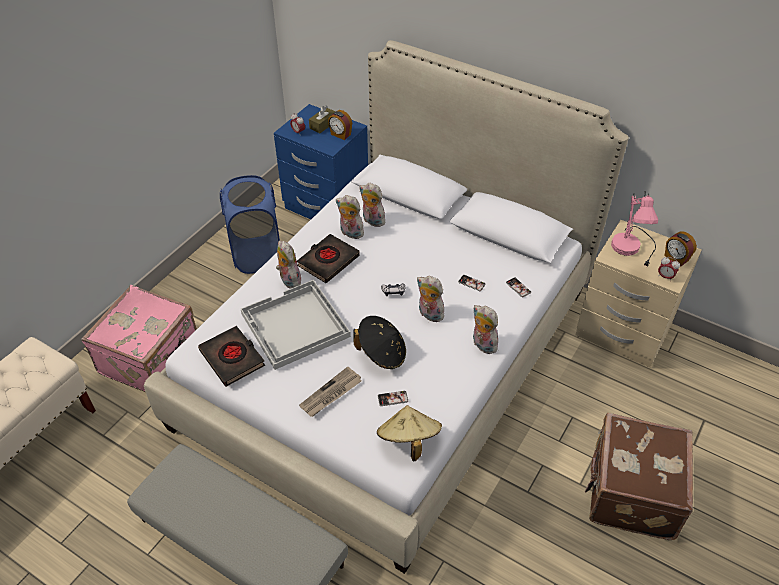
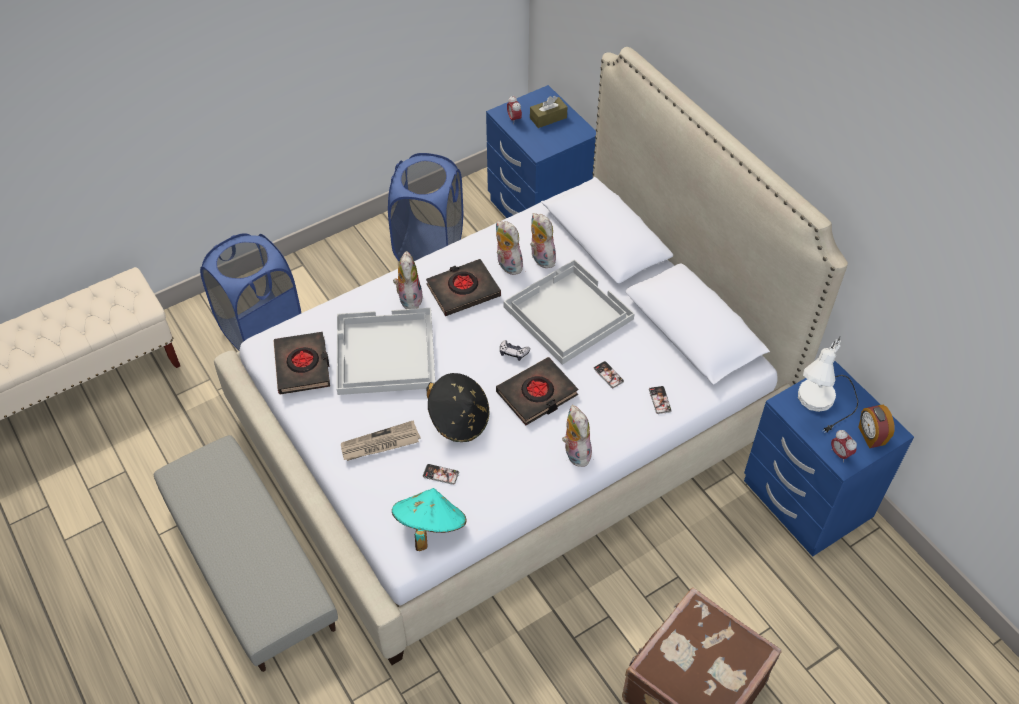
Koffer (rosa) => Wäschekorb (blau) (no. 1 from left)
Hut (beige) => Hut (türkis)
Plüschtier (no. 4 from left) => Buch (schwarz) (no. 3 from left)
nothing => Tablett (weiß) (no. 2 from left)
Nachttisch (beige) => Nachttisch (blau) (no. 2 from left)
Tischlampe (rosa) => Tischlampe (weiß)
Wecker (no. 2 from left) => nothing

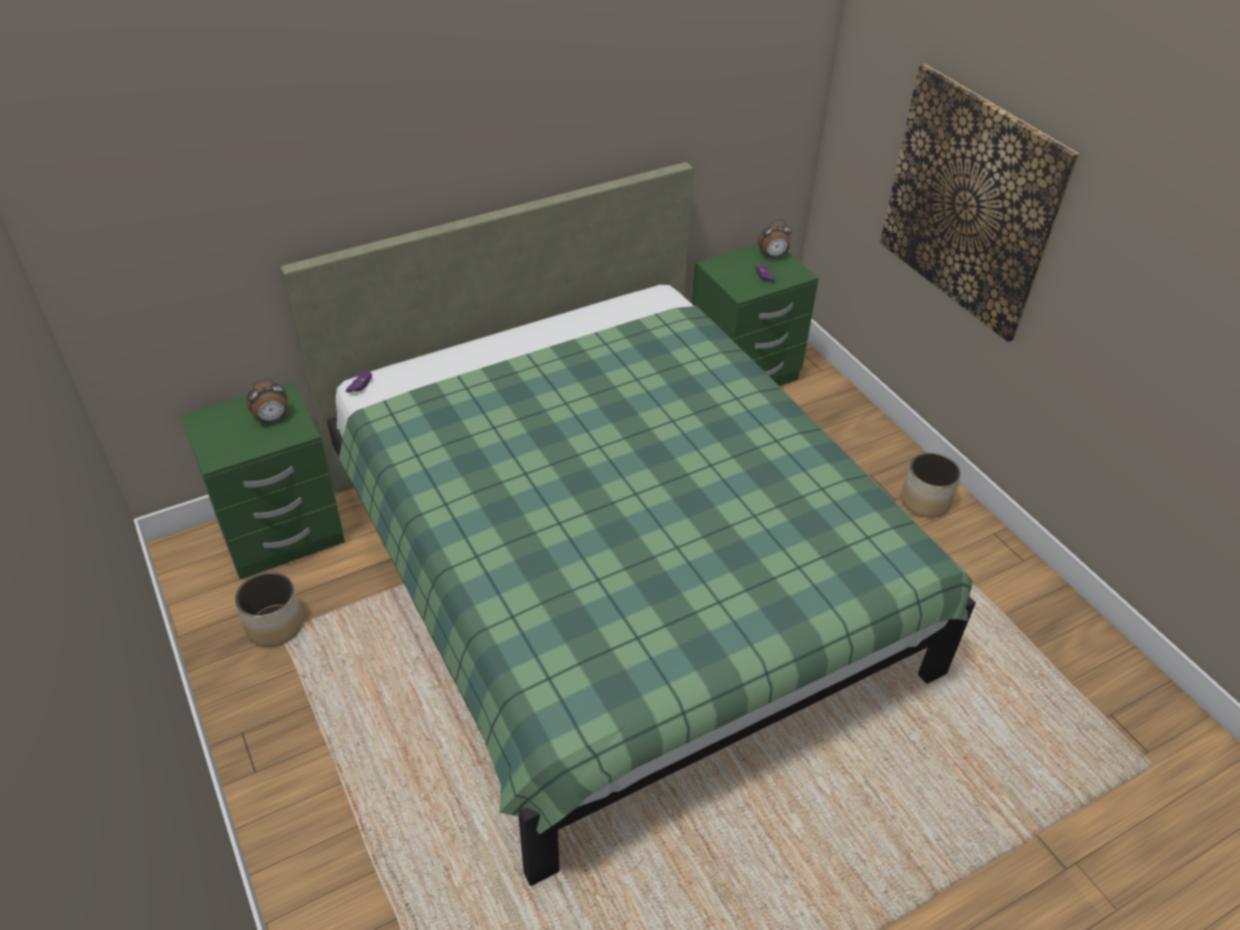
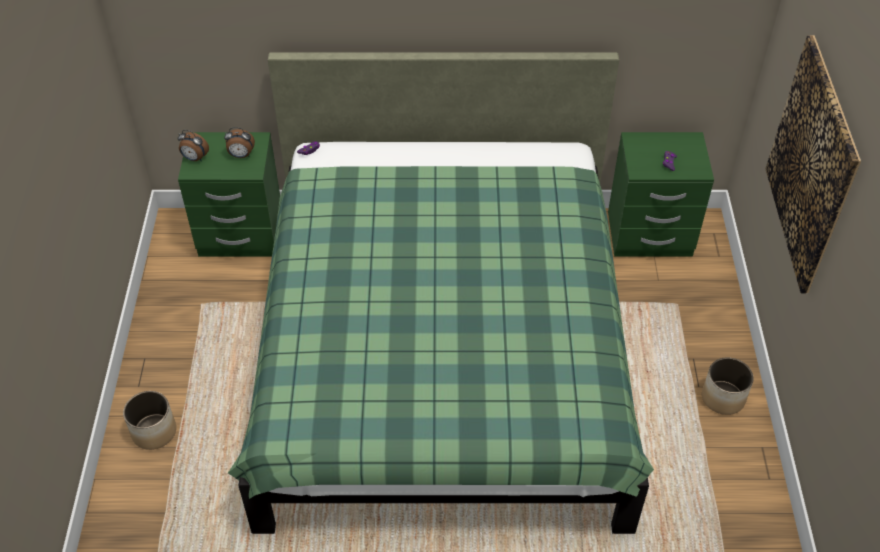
Pflanzkübel (no. 1 from left), relocated
Wecker (no. 2 from left in the first image) => Wecker (no. 1 from left), relocated

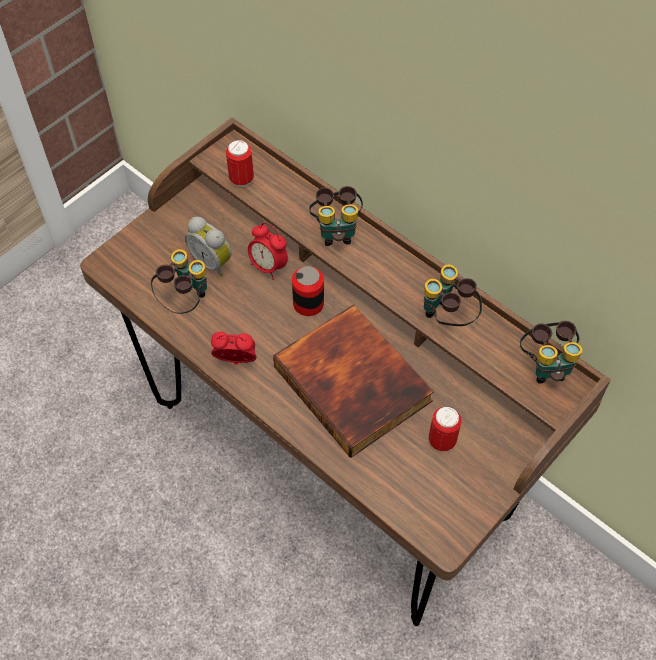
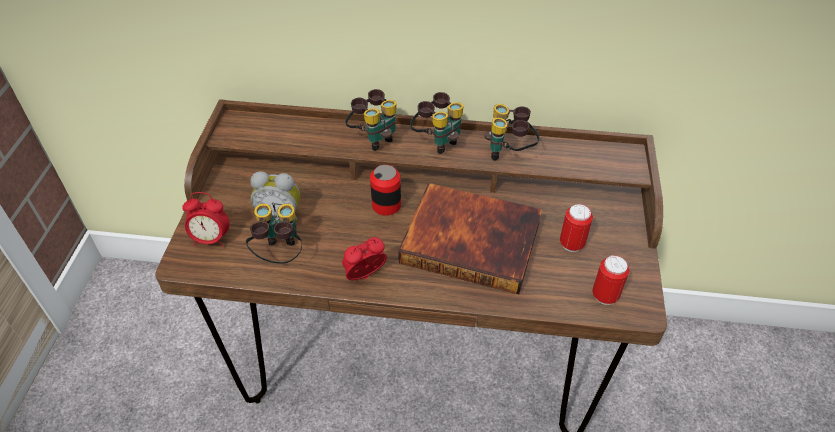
Wecker (no. 3 from left in the first image) => Wecker (no. 1 from left), relocated
Fernglas (no. 4 from left in the first image) => Fernglas (no. 3 from left), relocated
Dose (no. 1 from left in the first image) => Dose (no. 3 from left), relocated

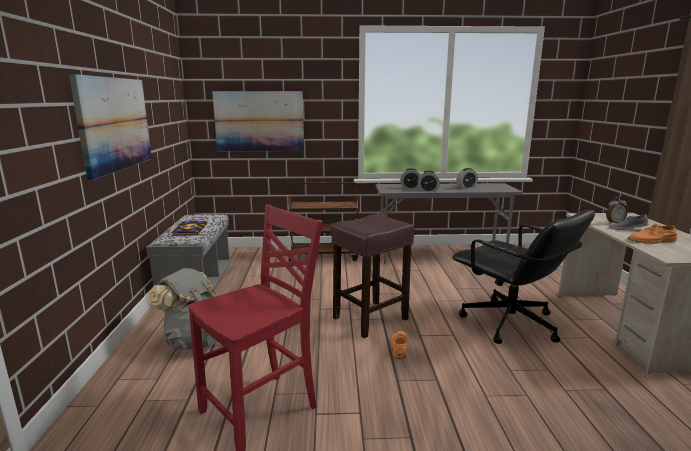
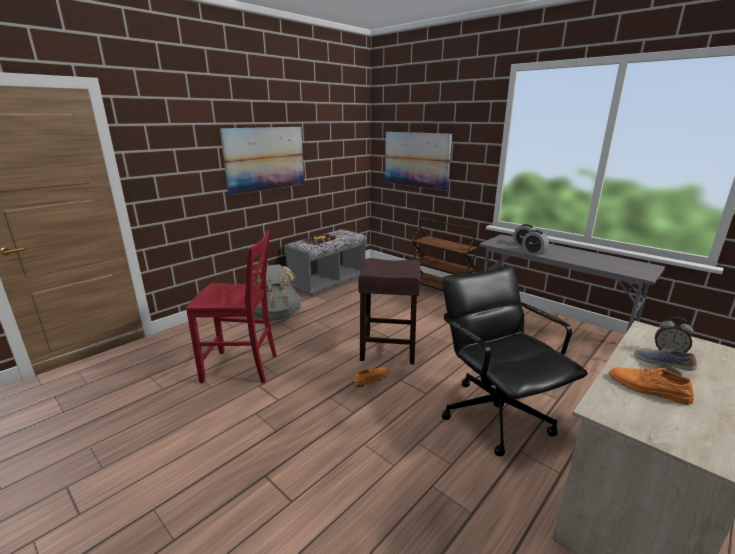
Bürostuhl (schwarz), 150 degrees clockwise
Wecker (no. 3 from left) => nothing

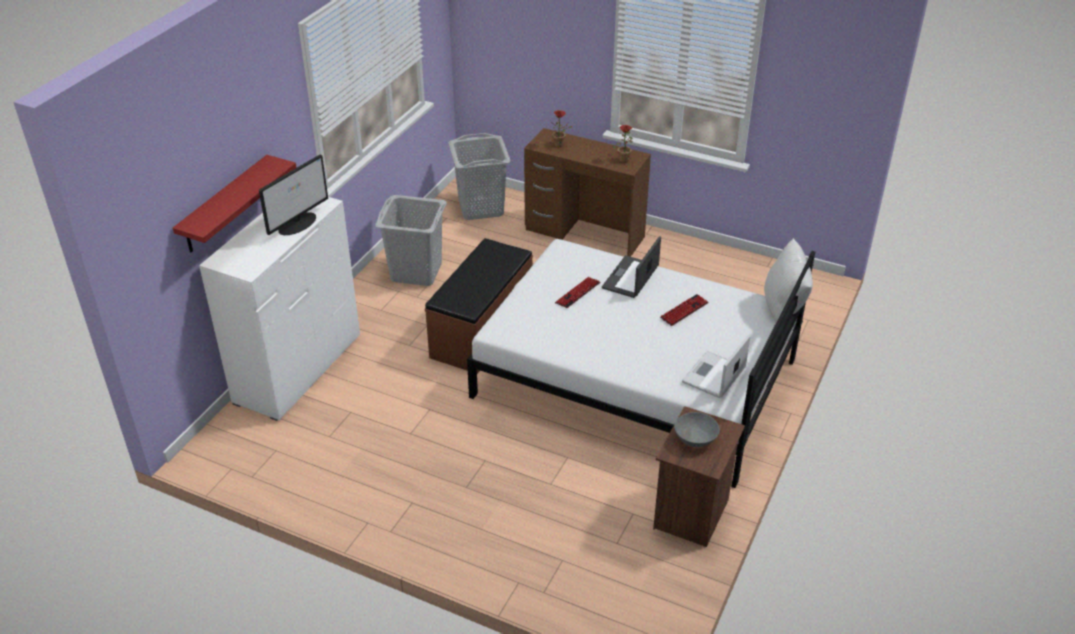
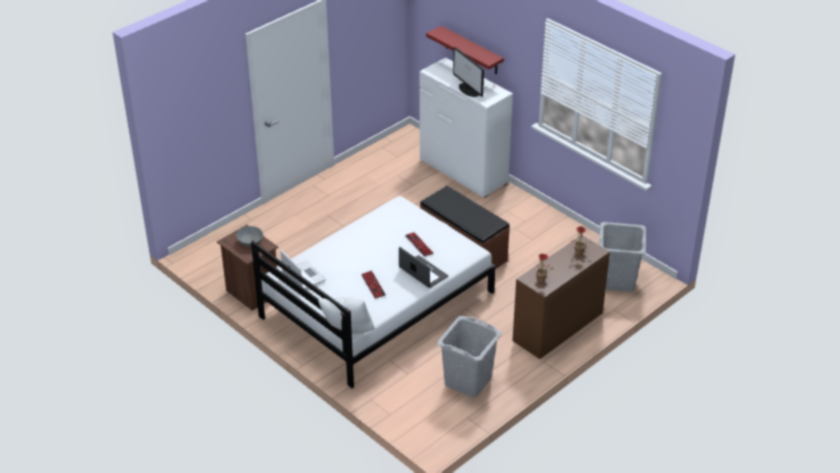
Wäschekorb (grau) (no. 1 from left), relocated

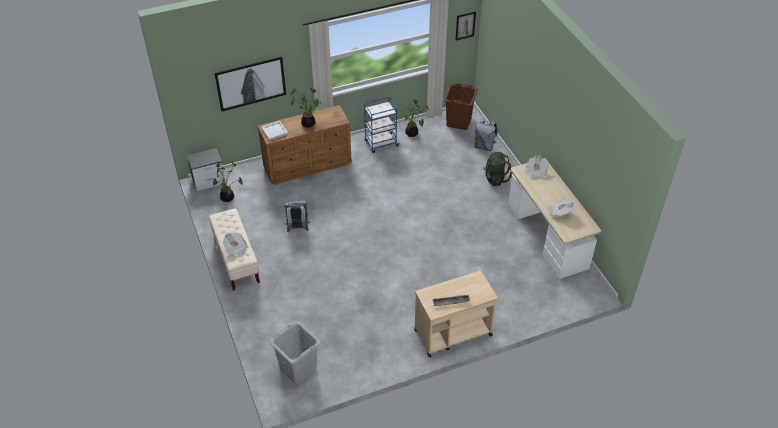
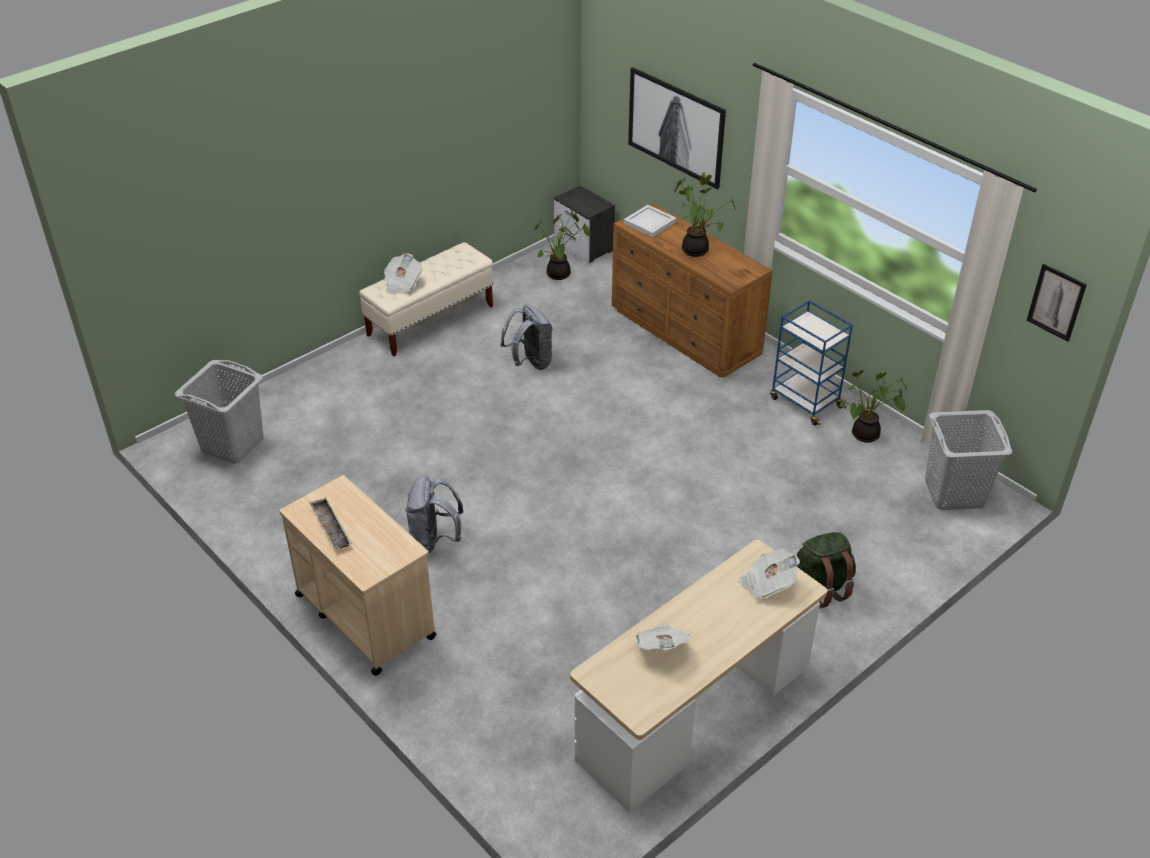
Rucksack (grau) (no. 2 from left in the first image) => Rucksack (grau) (no. 1 from left), relocated
Wäschekorb (braun) => Wäschekorb (grau) (no. 2 from left)

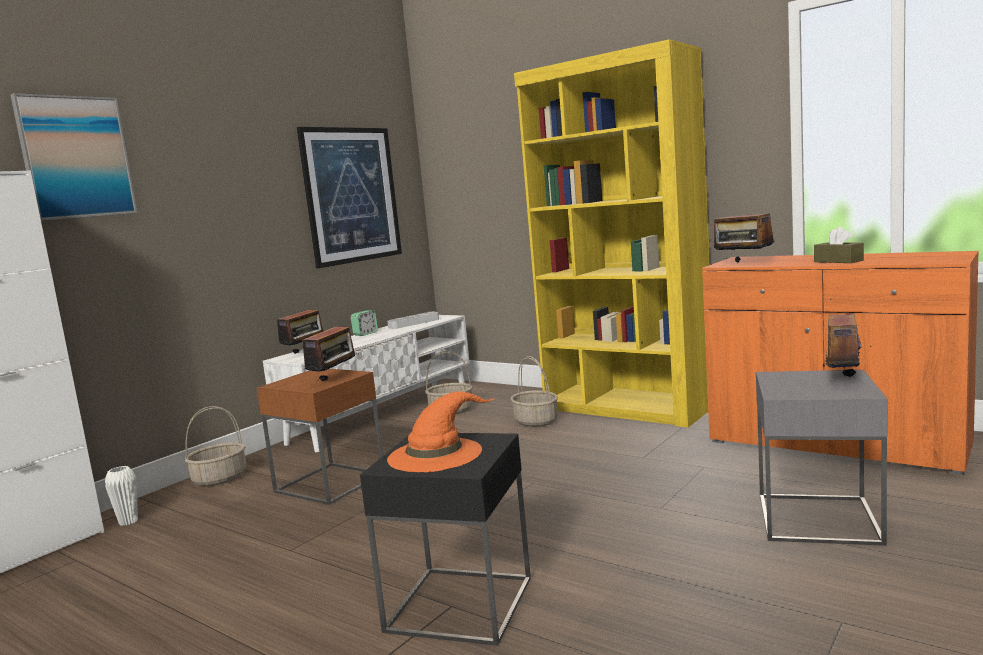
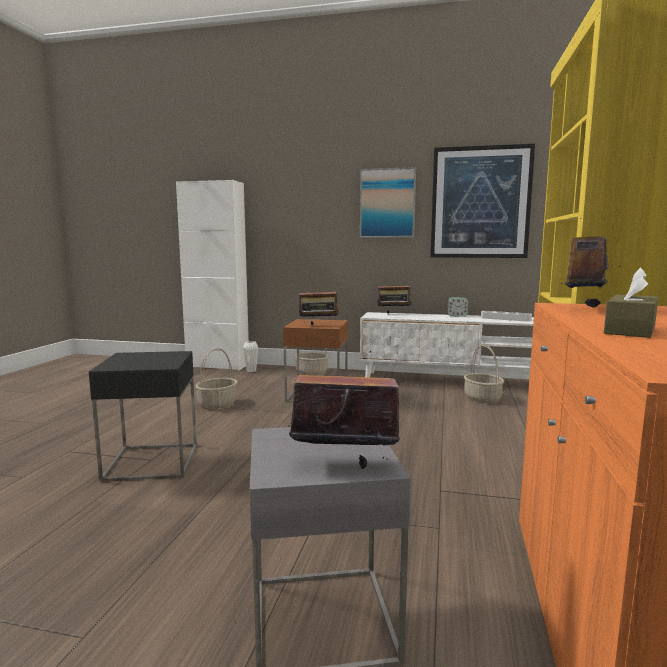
Korb (no. 3 from left in the first image) => Korb (no. 1 from left), relocated
Bild (no. 1 from left), relocated
Hut (orange) => nothing

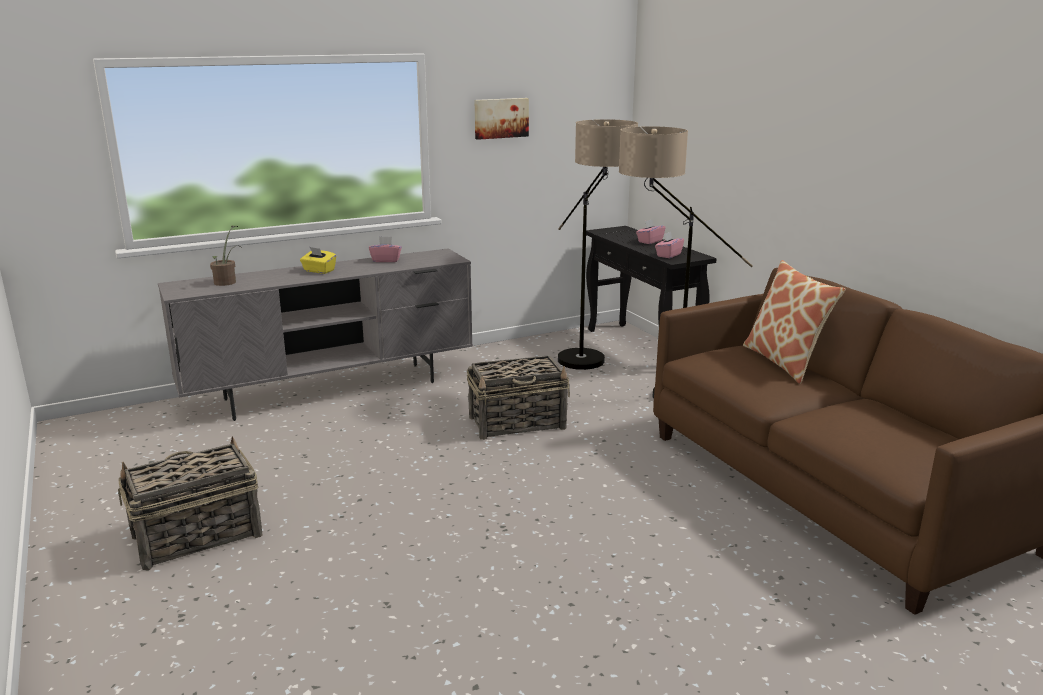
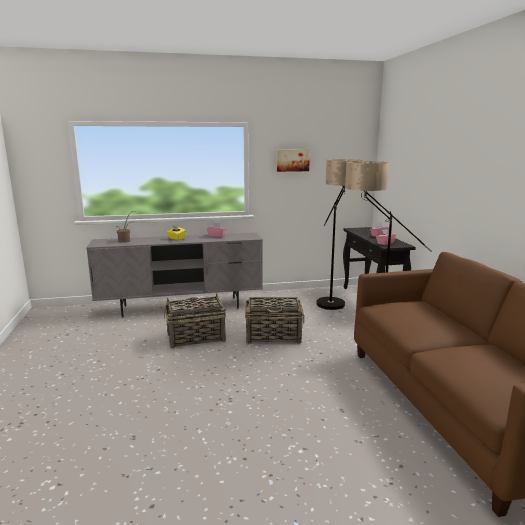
Korb (no. 1 from left), relocated
Kissen => nothing

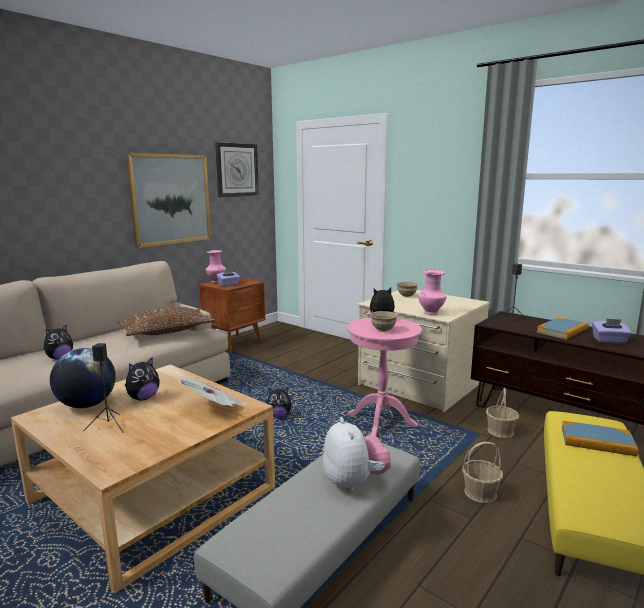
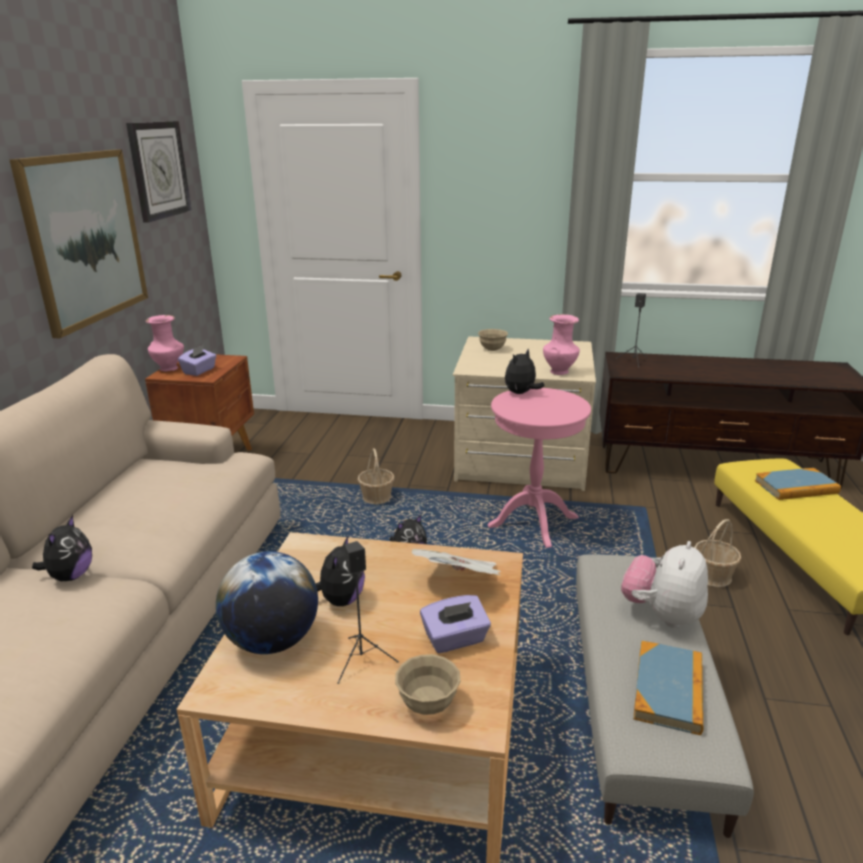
Korb (no. 2 from left in the first image) => Korb (no. 1 from left), relocated
Schüssel (beige) (no. 1 from left), relocated
Taschentuchbox (lila) (no. 2 from left), relocated
Plüschtier (no. 4 from left in the first image) => Plüschtier (no. 5 from left), 105 degrees counterclockwise
Buch (no. 1 from left), relocated
Kissen (braun) => nothing

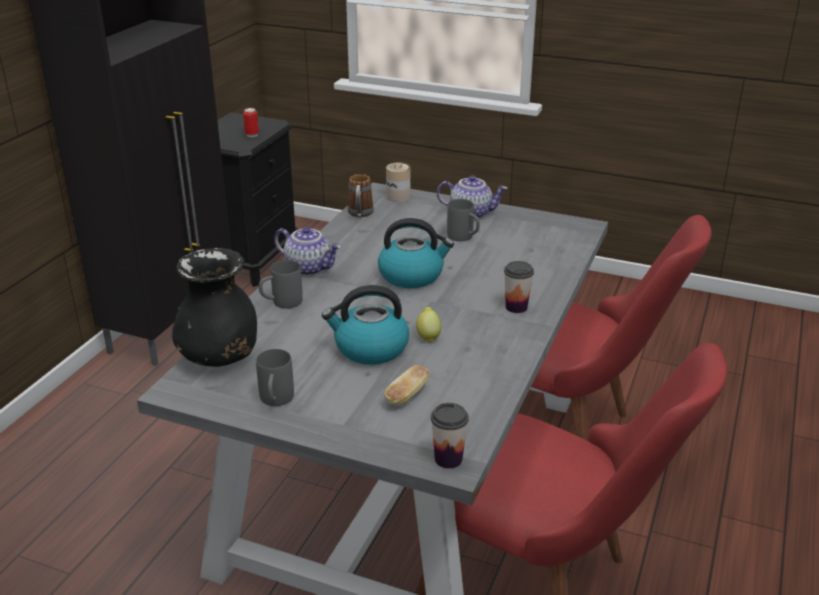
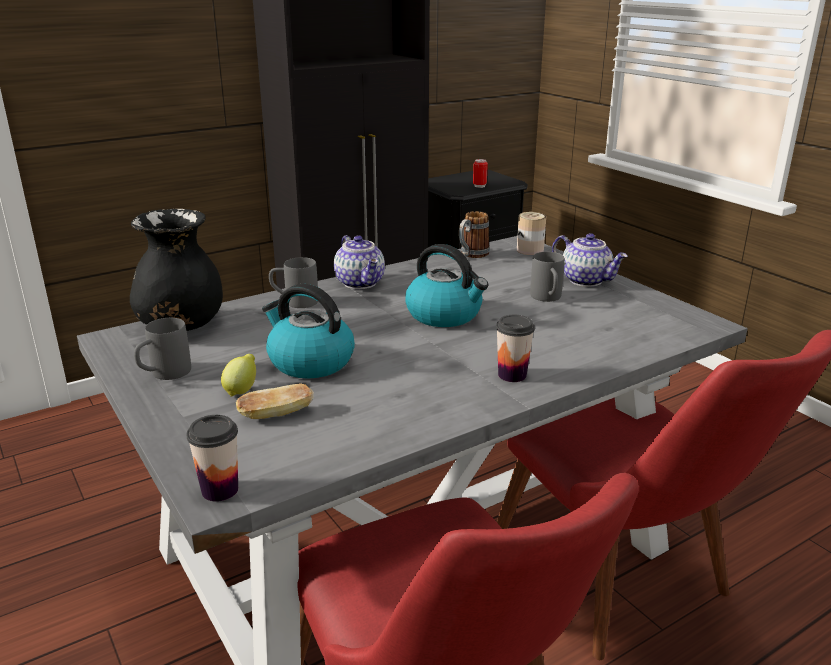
Zitrone, relocated

